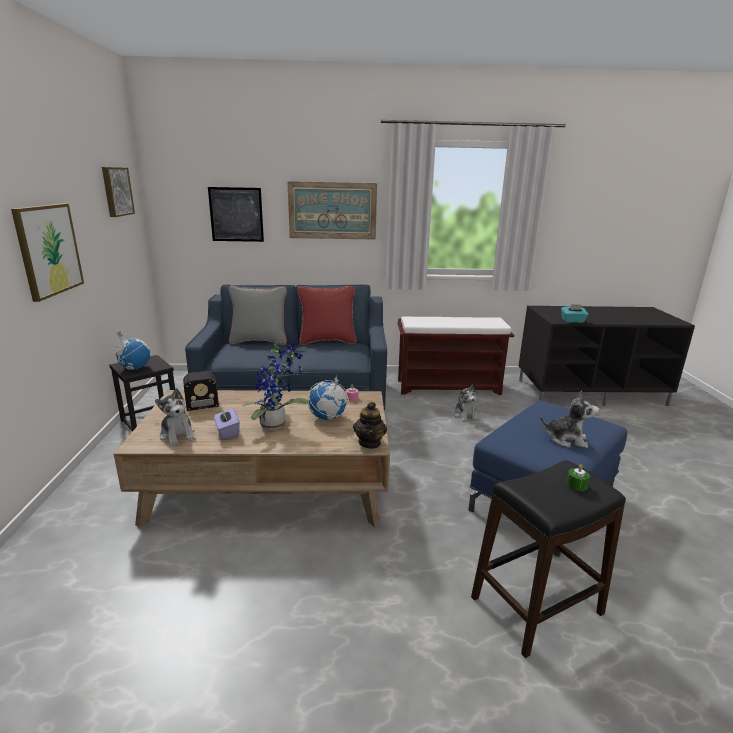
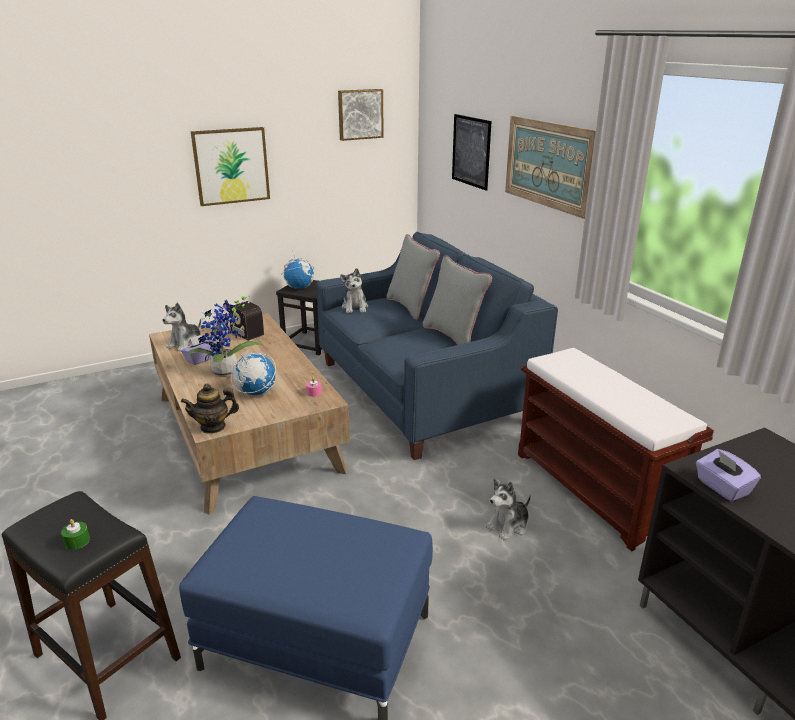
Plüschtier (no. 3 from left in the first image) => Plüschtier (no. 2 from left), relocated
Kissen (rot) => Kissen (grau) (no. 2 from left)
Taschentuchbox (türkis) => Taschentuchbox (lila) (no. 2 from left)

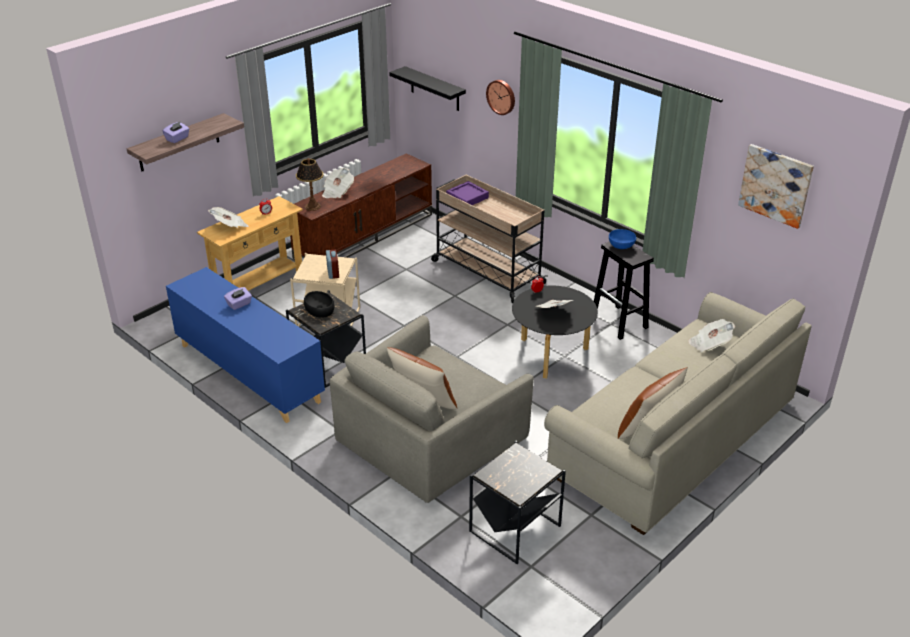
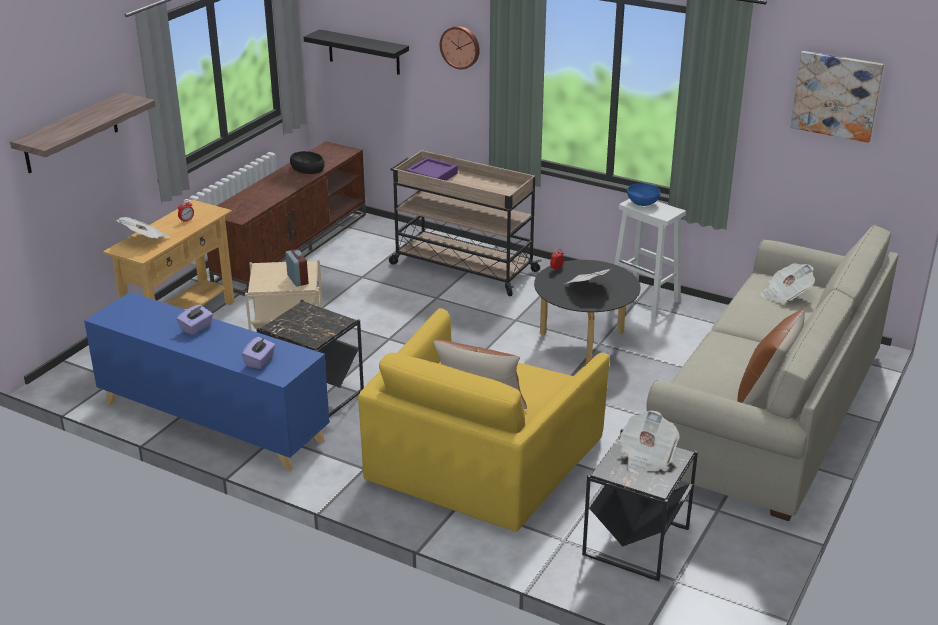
Taschentuchbox (lila) (no. 1 from left in the first image) => Taschentuchbox (lila) (no. 2 from left), relocated
Schüssel (schwarz), relocated
Sessel (grau) => Sessel (gelb)
Hocker (schwarz) => Hocker (weiß)
Zeitung (no. 2 from left in the first image) => Zeitung (no. 3 from left), relocated
Tischlampe => nothing

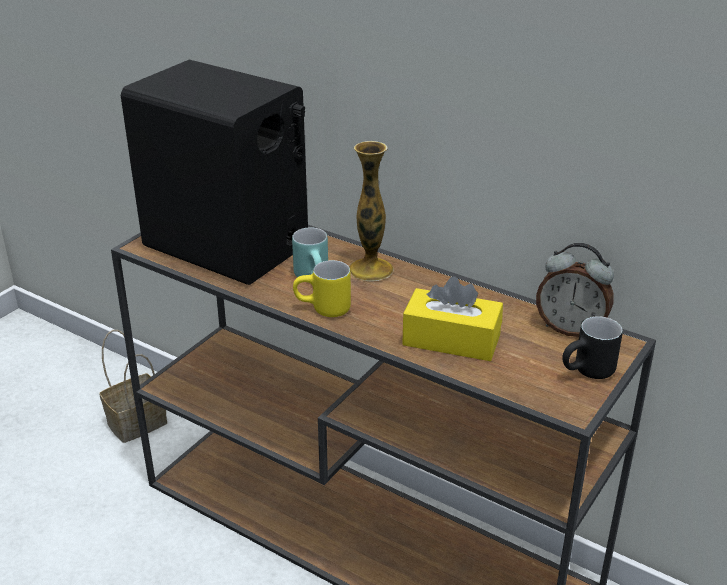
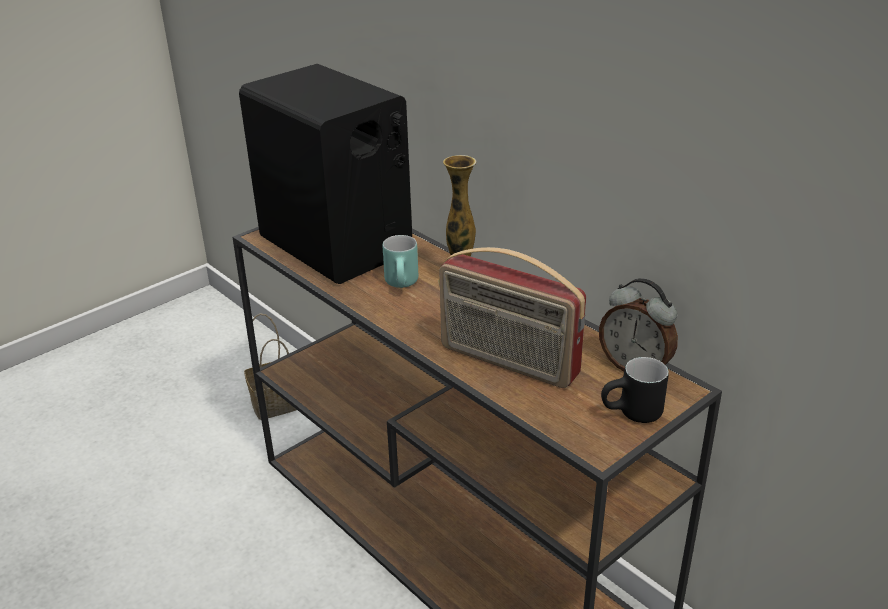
Taschentuchbox (gelb) => Radio
Henkelbecher (gelb) => nothing

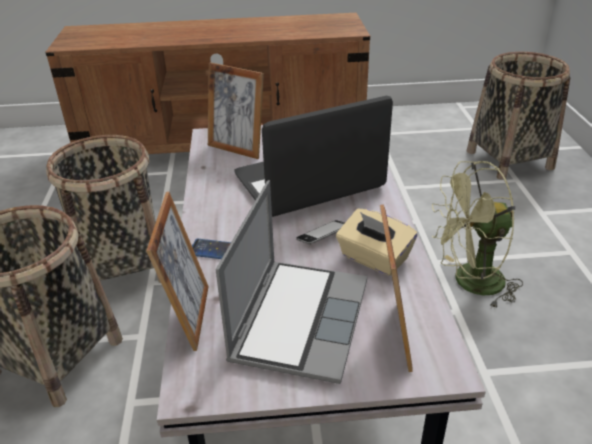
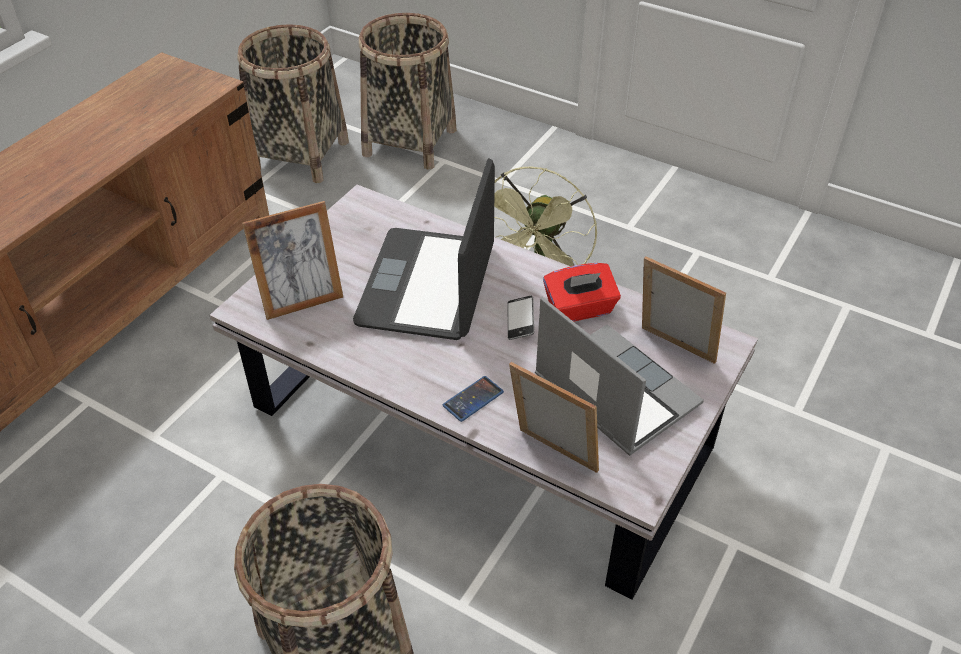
Korb (no. 2 from left in the first image) => Korb (no. 1 from left), relocated
Taschentuchbox (beige) => Taschentuchbox (rot)

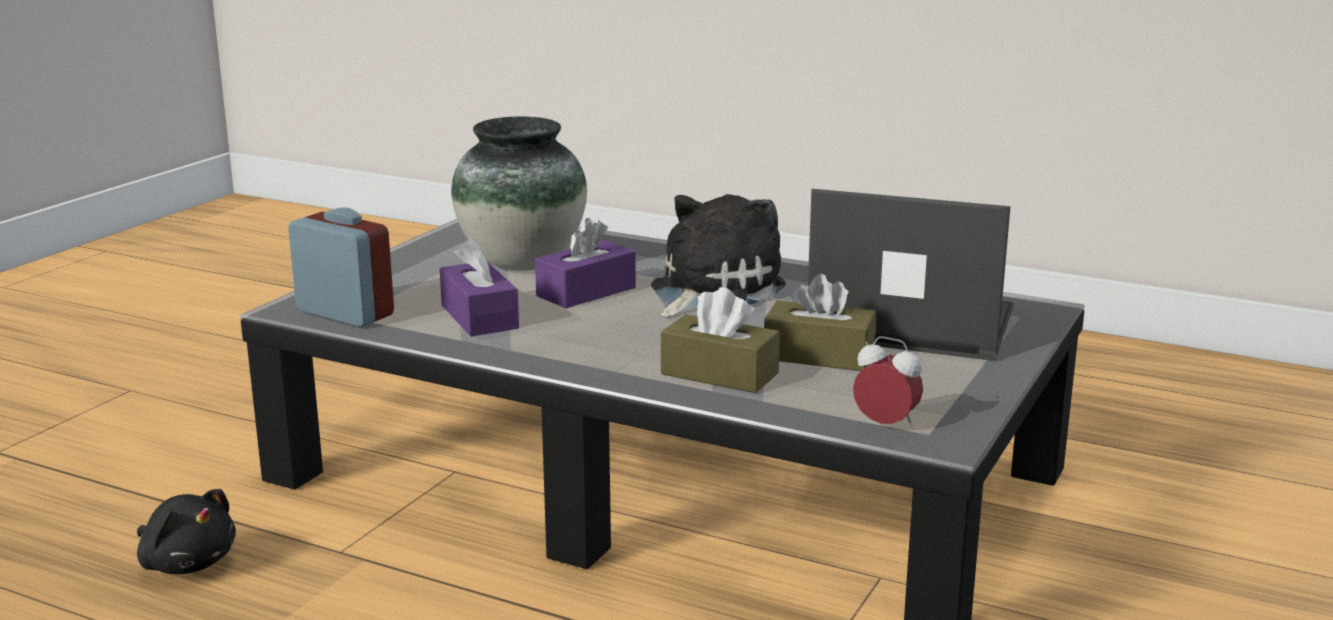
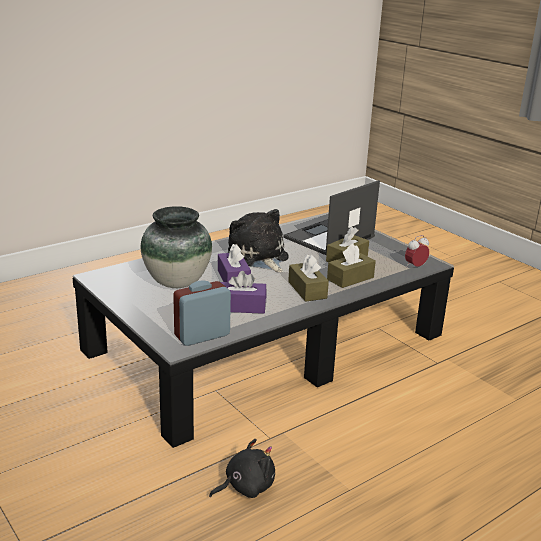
nothing => Taschentuchbox (braun) (no. 1 from left)

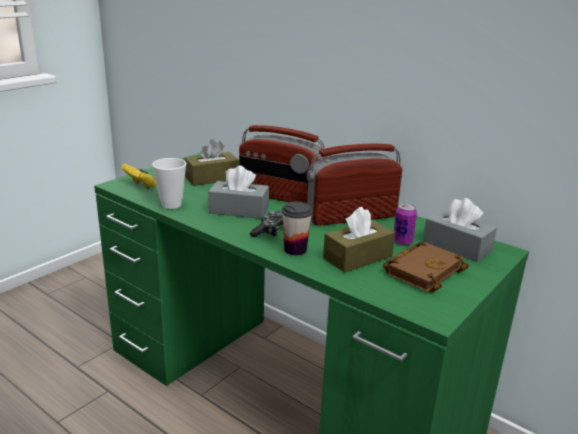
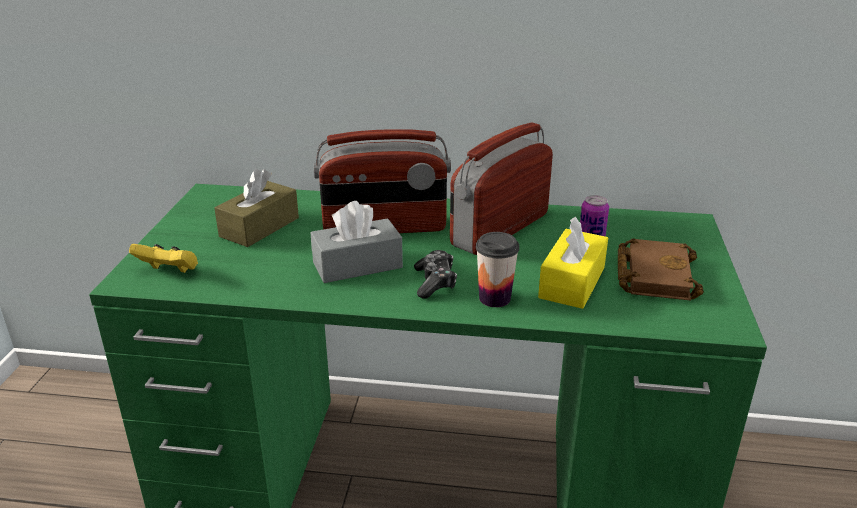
Taschentuchbox (braun) (no. 2 from left) => Taschentuchbox (gelb)
Tasse (no. 1 from left) => nothing
Taschentuchbox (grau) (no. 2 from left) => nothing

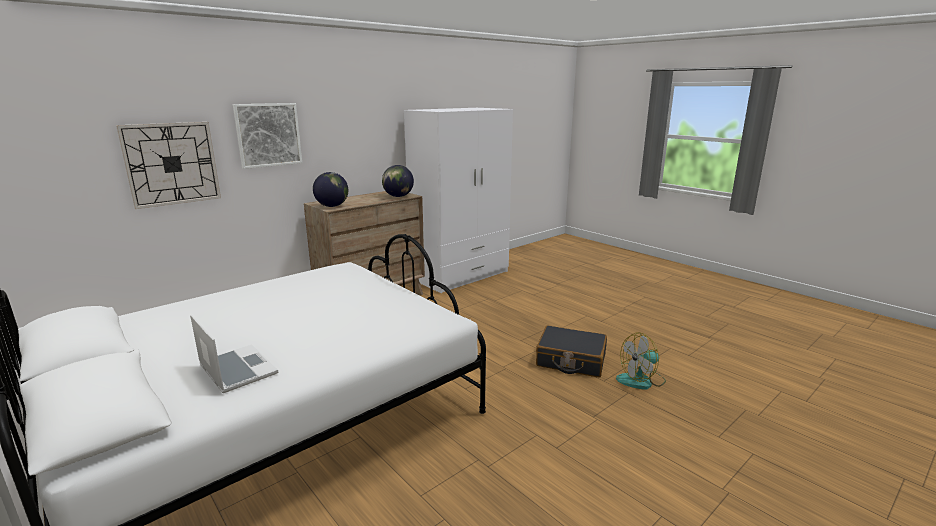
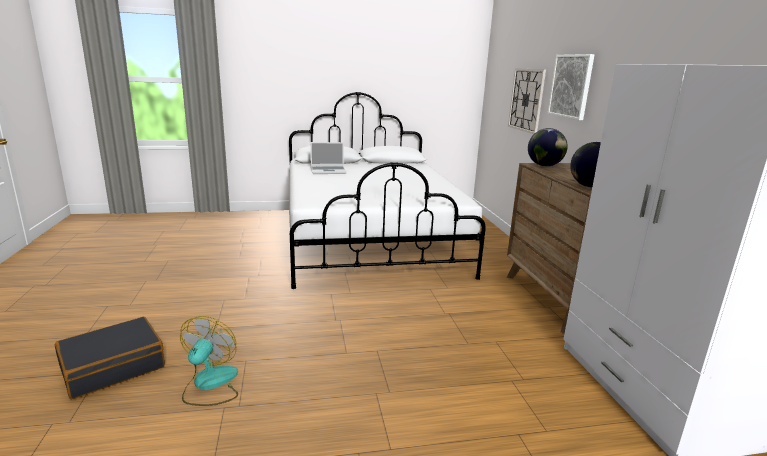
Koffer (schwarz), relocated

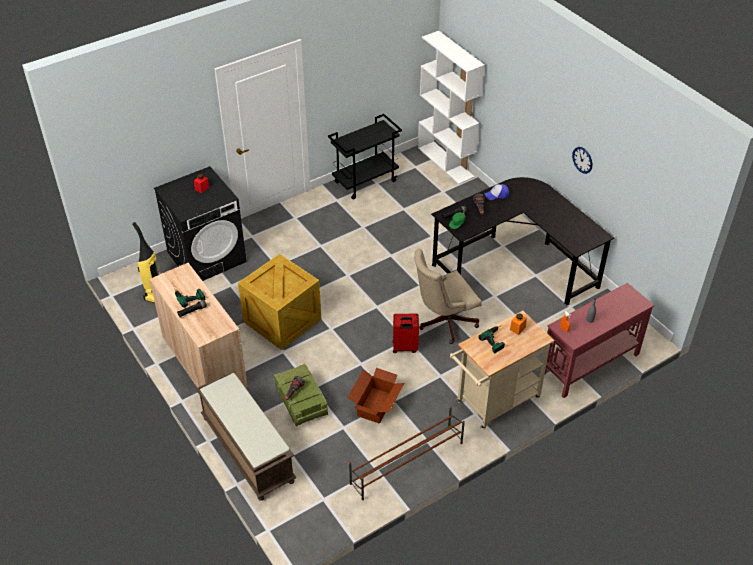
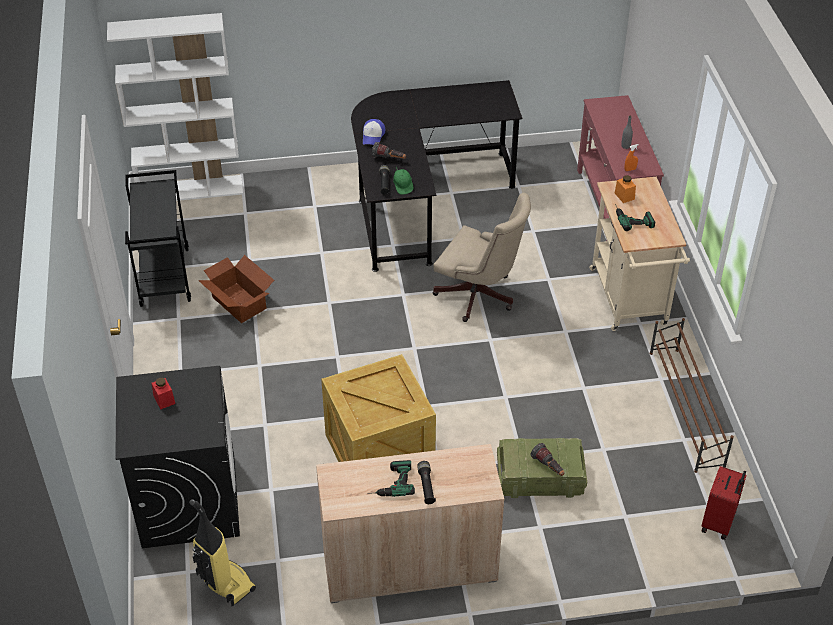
Karton, relocated
Bürostuhl (beige), 60 degrees counterclockwise
Koffer (rot), relocated
Bank (braun) => nothing
Wanduhr => nothing

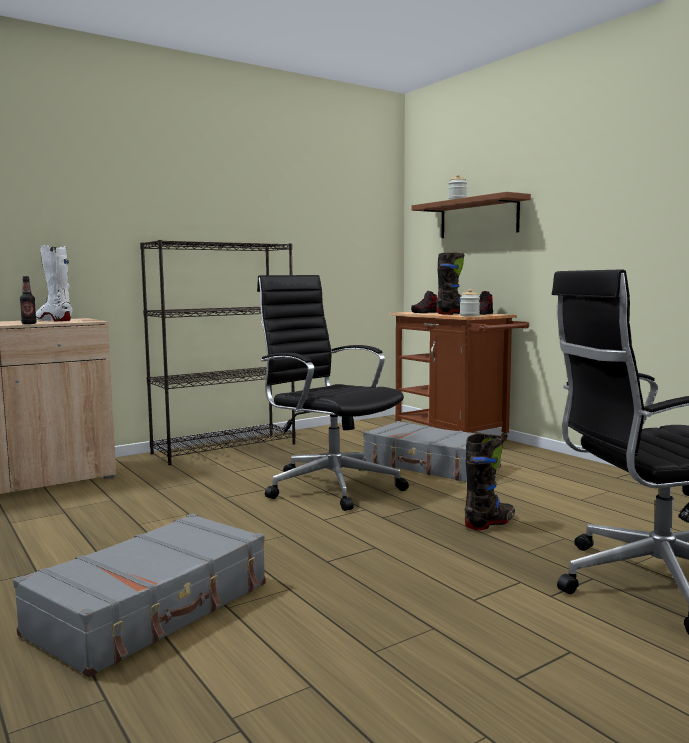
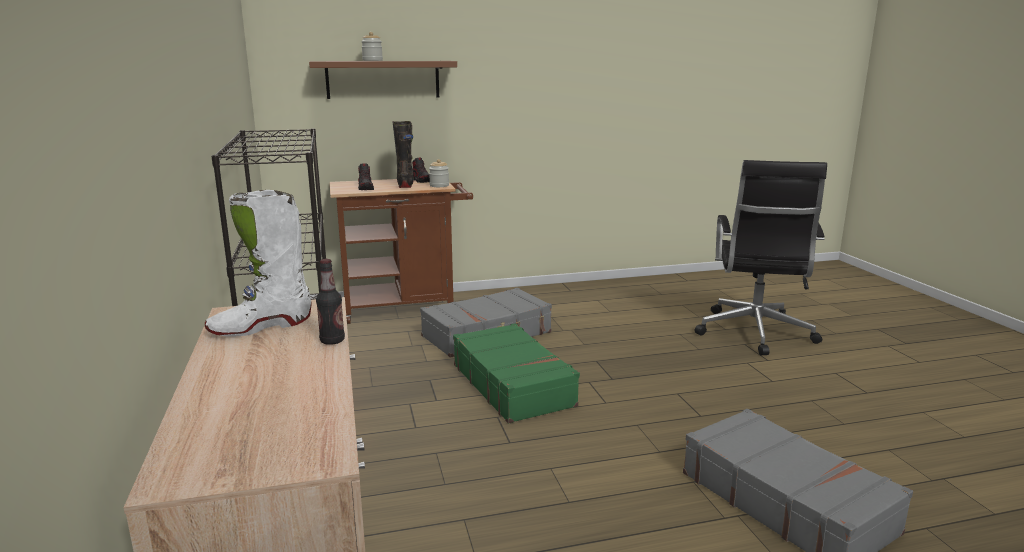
Bürostuhl (schwarz) (no. 1 from left) => Koffer (grün)
Stiefel (schwarz) (no. 2 from left) => nothing

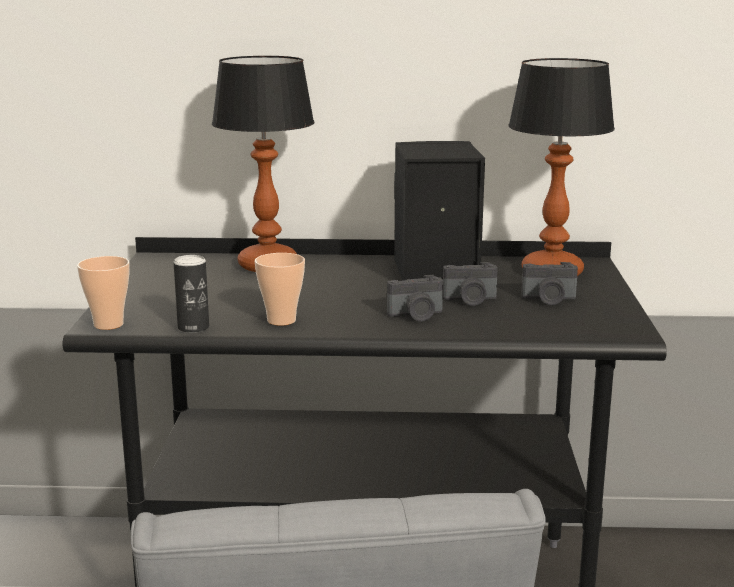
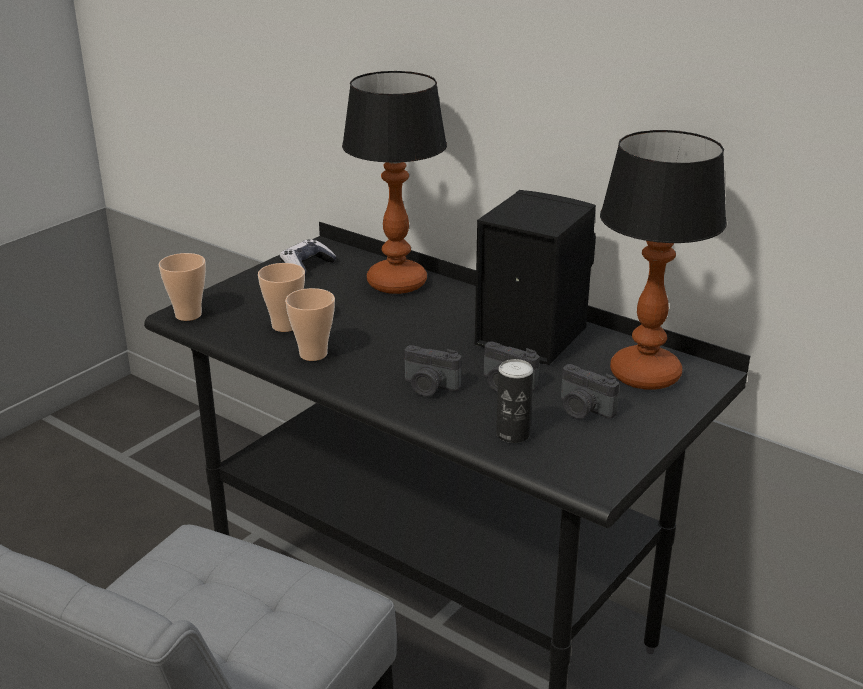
nothing => Tasse (no. 2 from left)
nothing => Gamepad
Dose, relocated

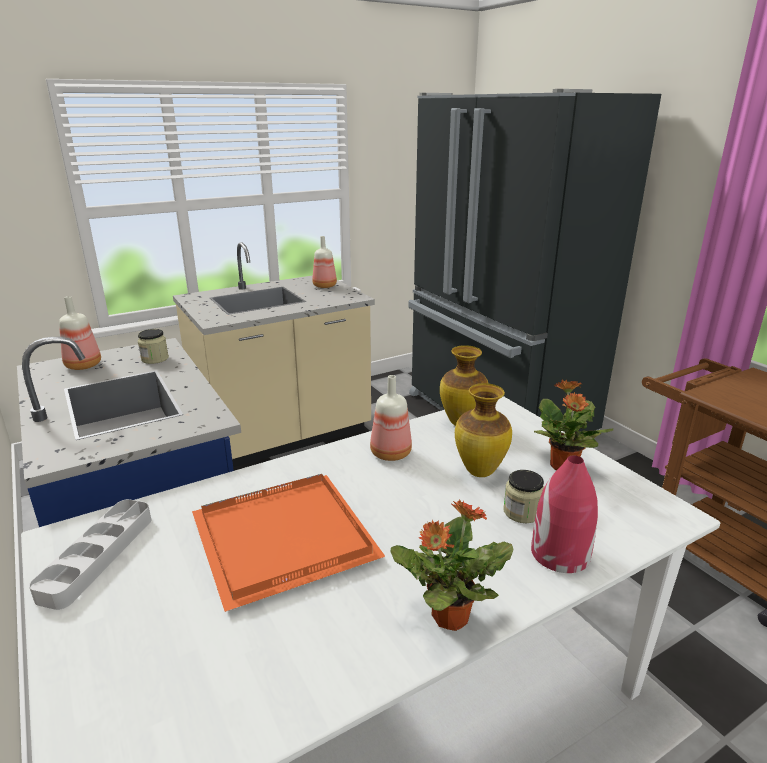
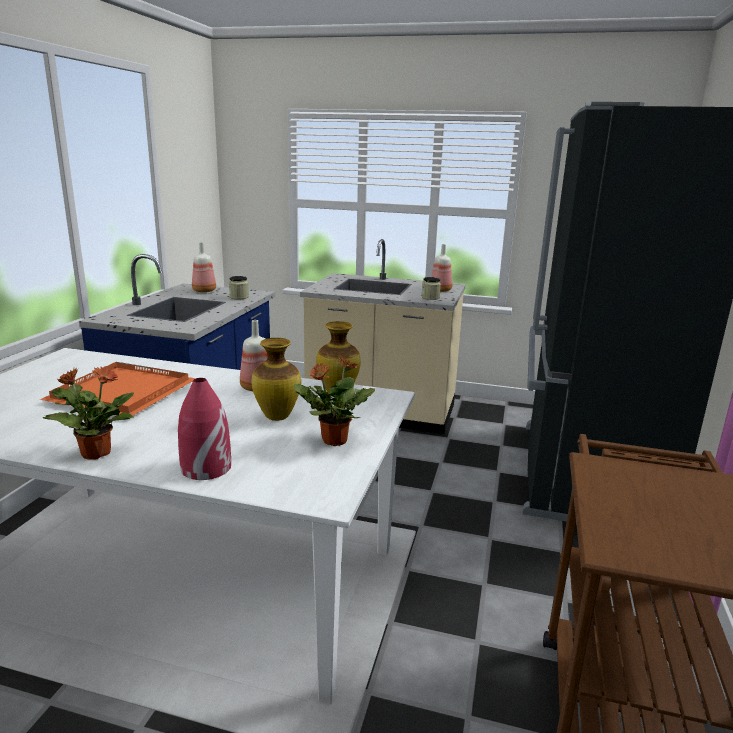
Vorratsglas (no. 2 from left), relocated
Tablett (grau) => nothing

